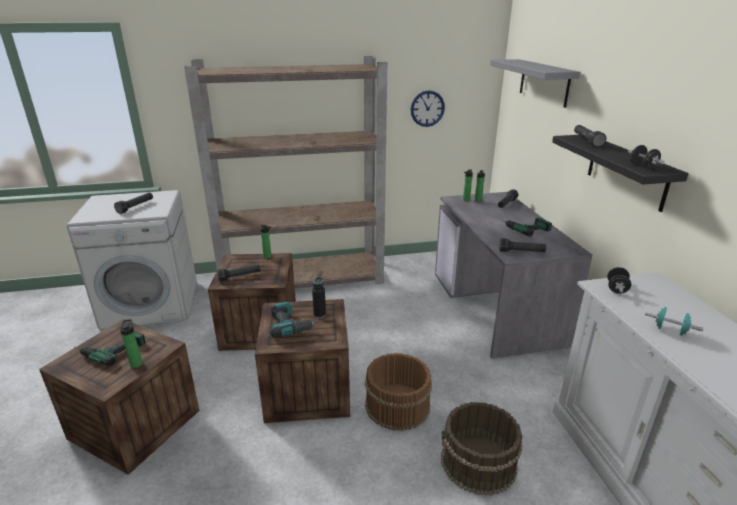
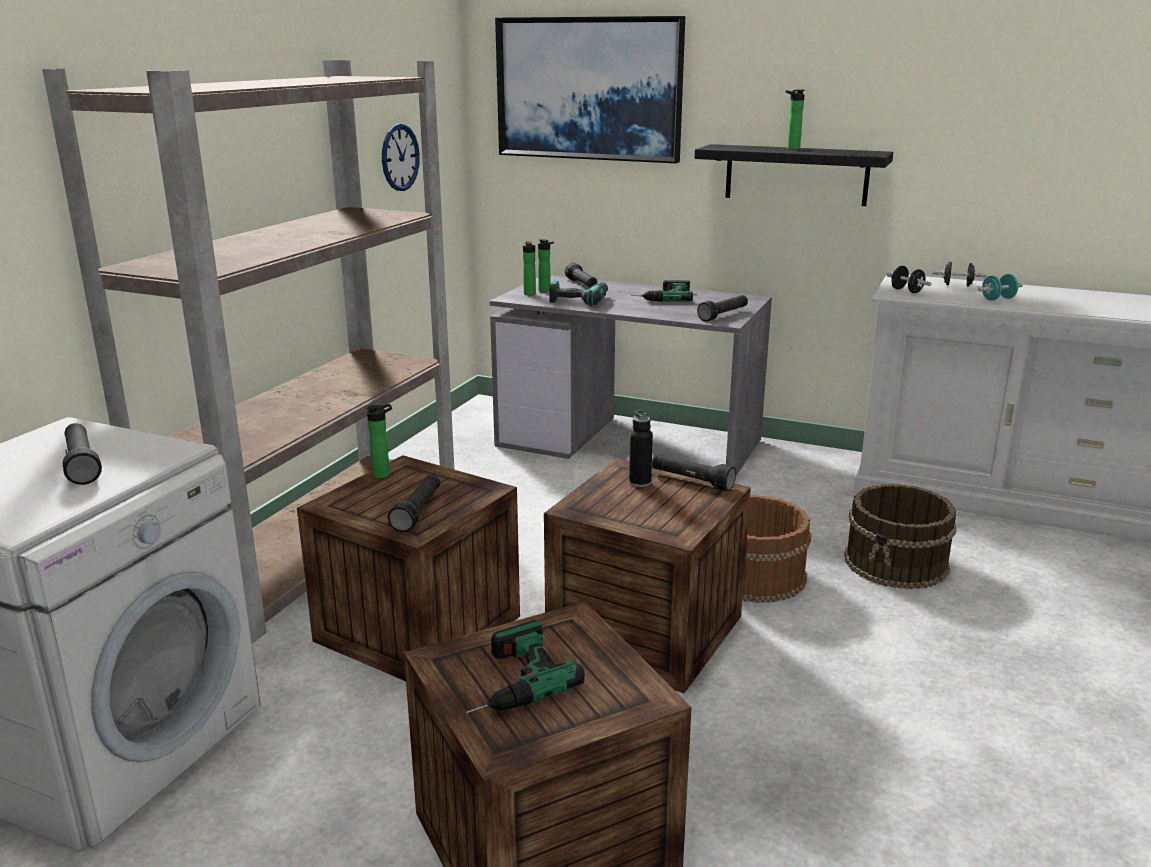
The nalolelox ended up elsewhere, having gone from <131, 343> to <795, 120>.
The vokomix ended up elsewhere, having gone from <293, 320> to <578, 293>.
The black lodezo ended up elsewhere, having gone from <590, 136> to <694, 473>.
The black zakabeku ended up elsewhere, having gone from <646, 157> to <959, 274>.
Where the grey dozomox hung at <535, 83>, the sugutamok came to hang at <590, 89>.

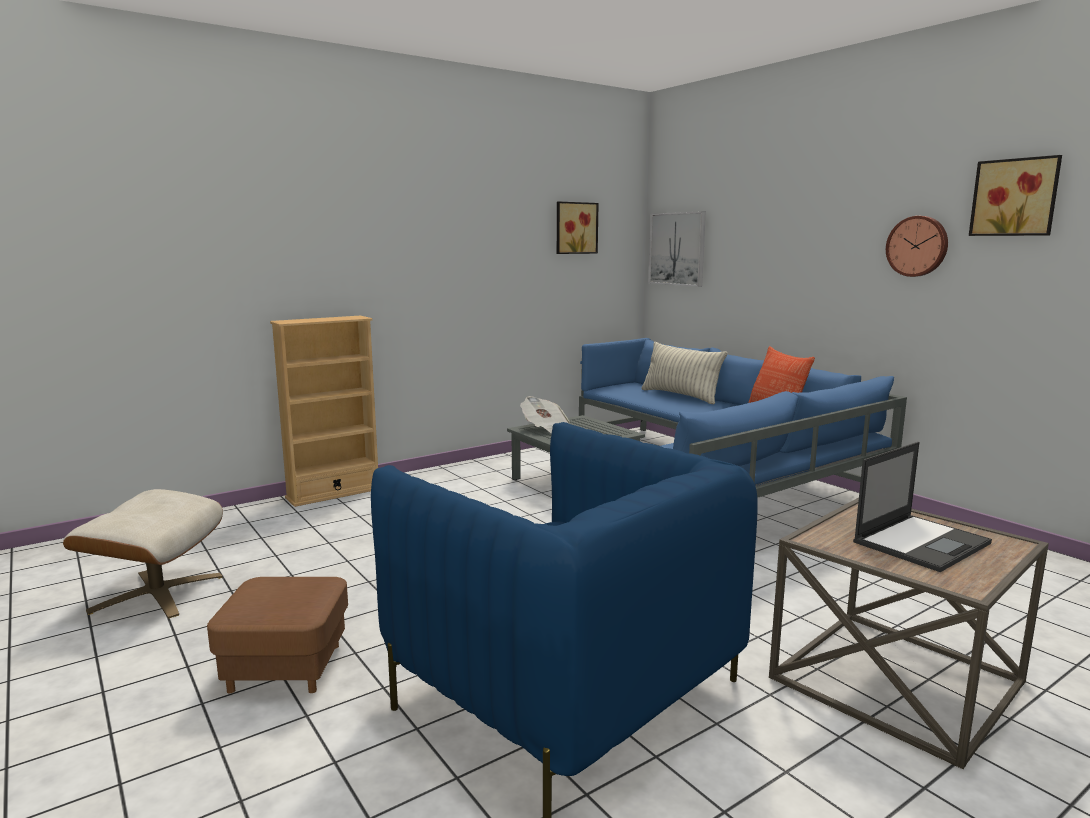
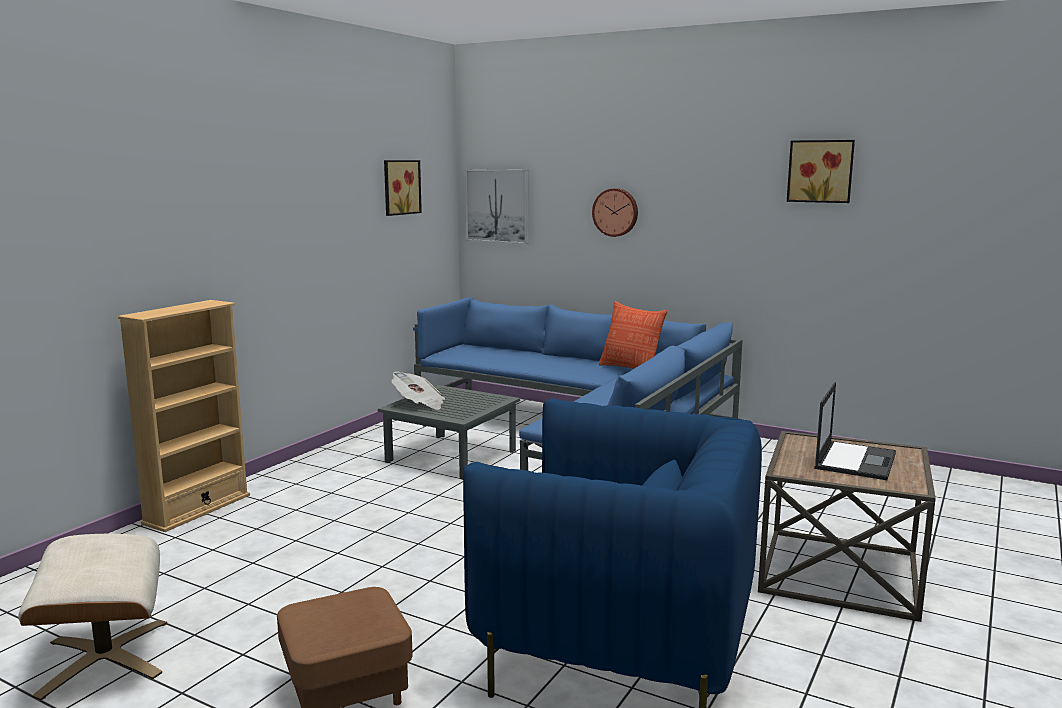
The second view lost the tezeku at <684, 373>.
The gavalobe ended up elsewhere, having gone from <917, 246> to <615, 212>.

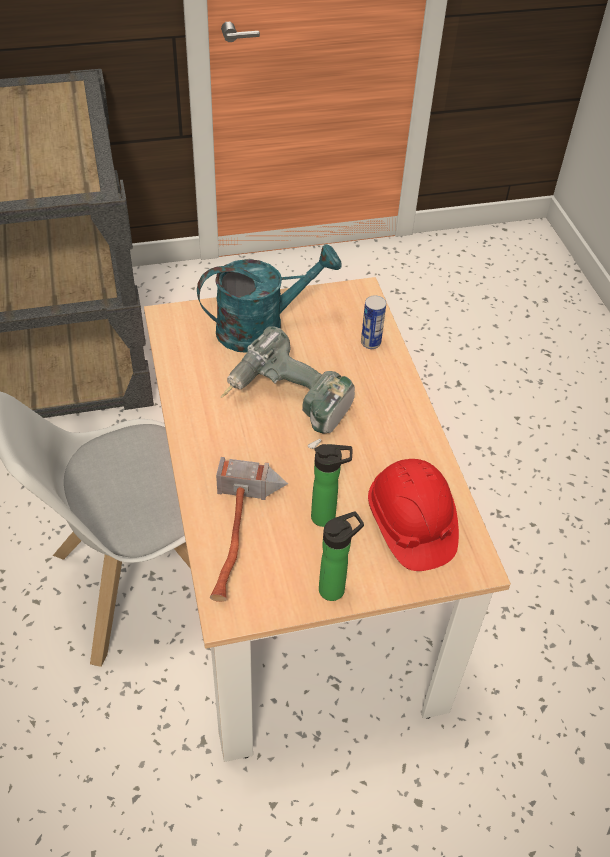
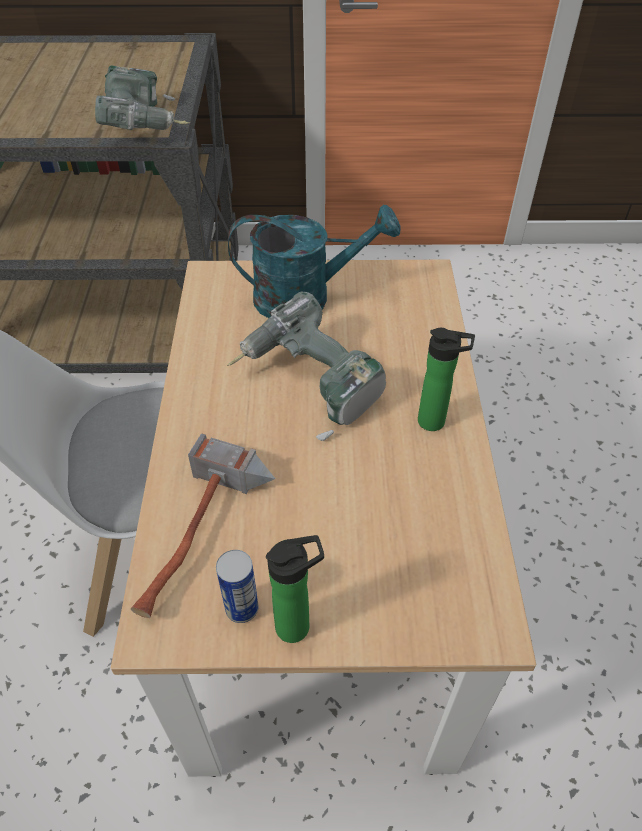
The second view lost the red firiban at <413, 515>.
The second view gained the vokomix at <142, 98>.
The nalolelox ended up elsewhere, having gone from <331, 485> to <446, 379>.
The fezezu ended up elsewhere, having gone from <373, 322> to <237, 586>.

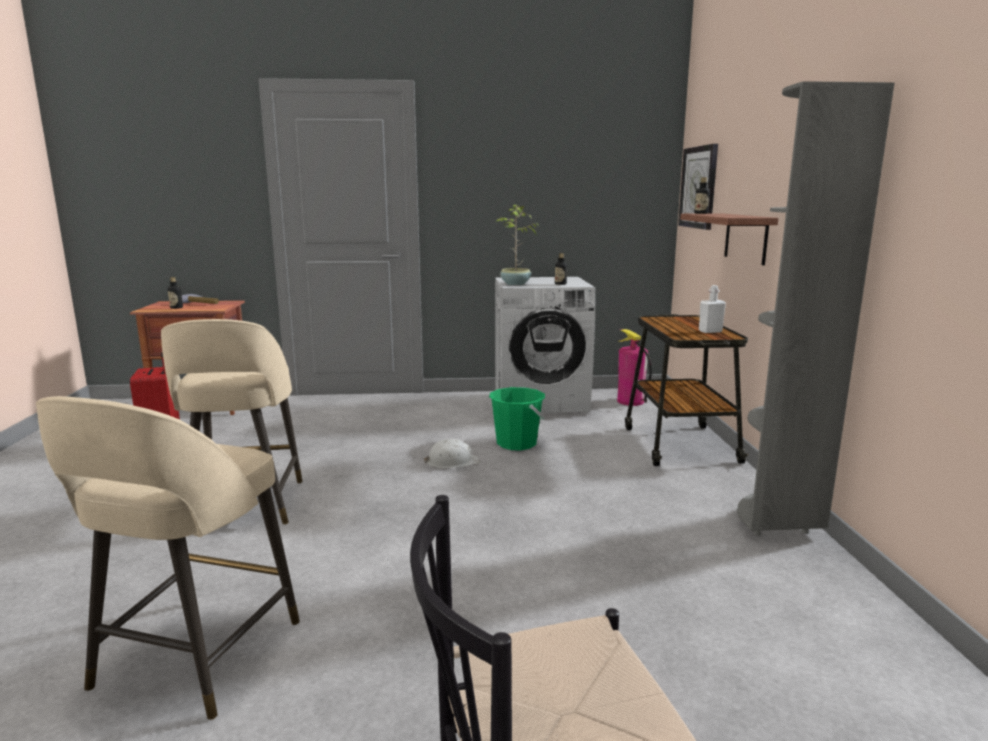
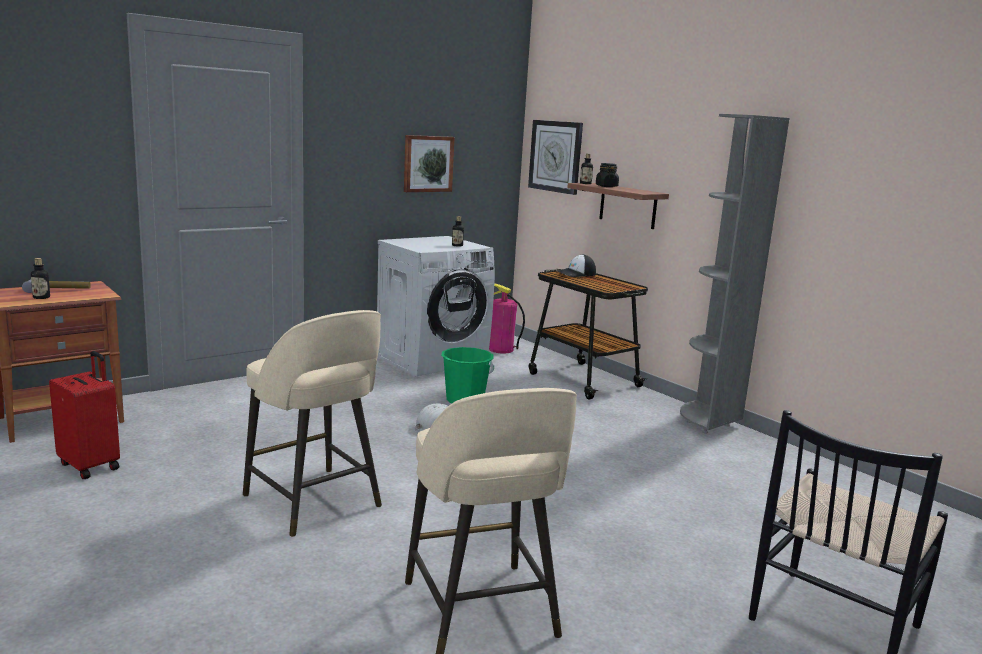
The second view lost the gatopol at <517, 245>.
The second view lost the white nalolelox at <712, 309>.
The second view gained the sugutamok at <429, 163>.
The second view gained the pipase at <576, 265>.
The second view gained the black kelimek at <607, 175>.

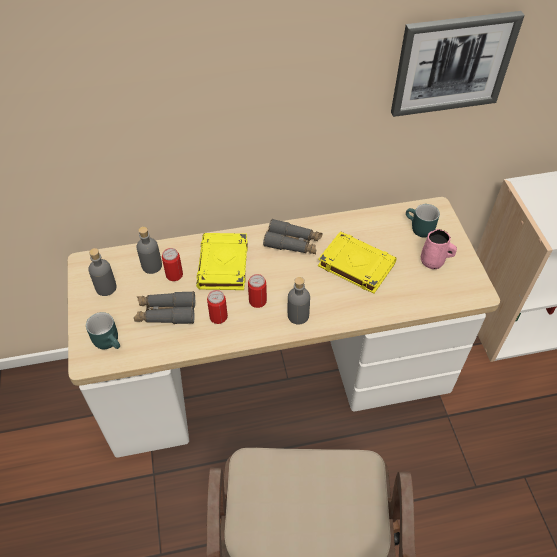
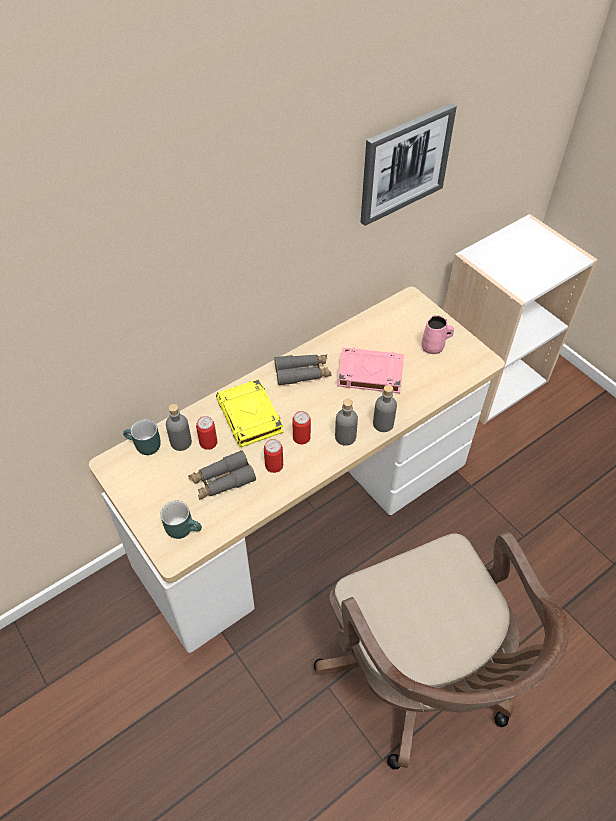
The grey nalolelox ended up elsewhere, having gone from <102, 272> to <385, 408>.
The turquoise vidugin ended up elsewhere, having gone from <423, 220> to <142, 437>.
What was the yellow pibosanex at <357, 262> turned into the pink pibosanex at <370, 370>.

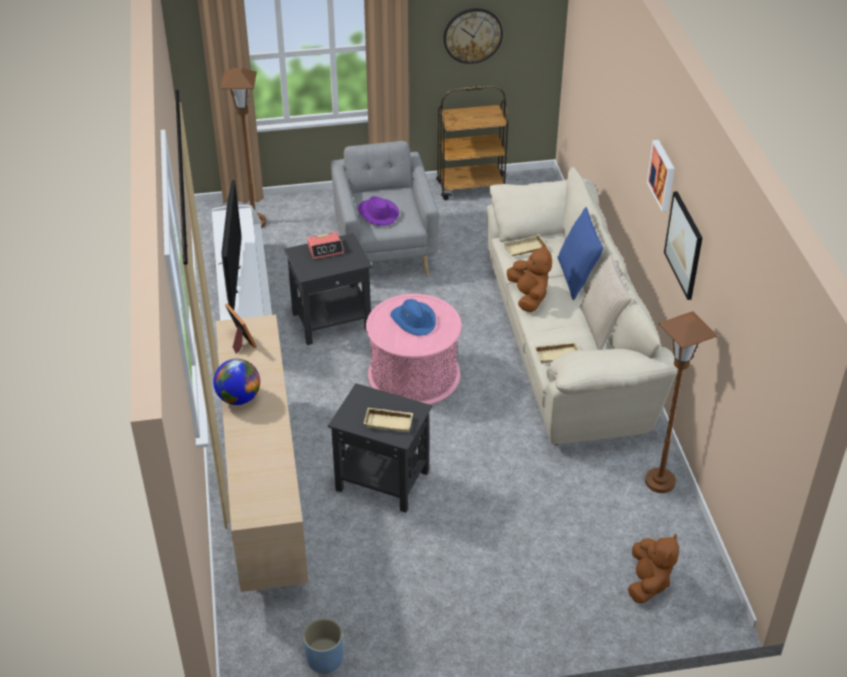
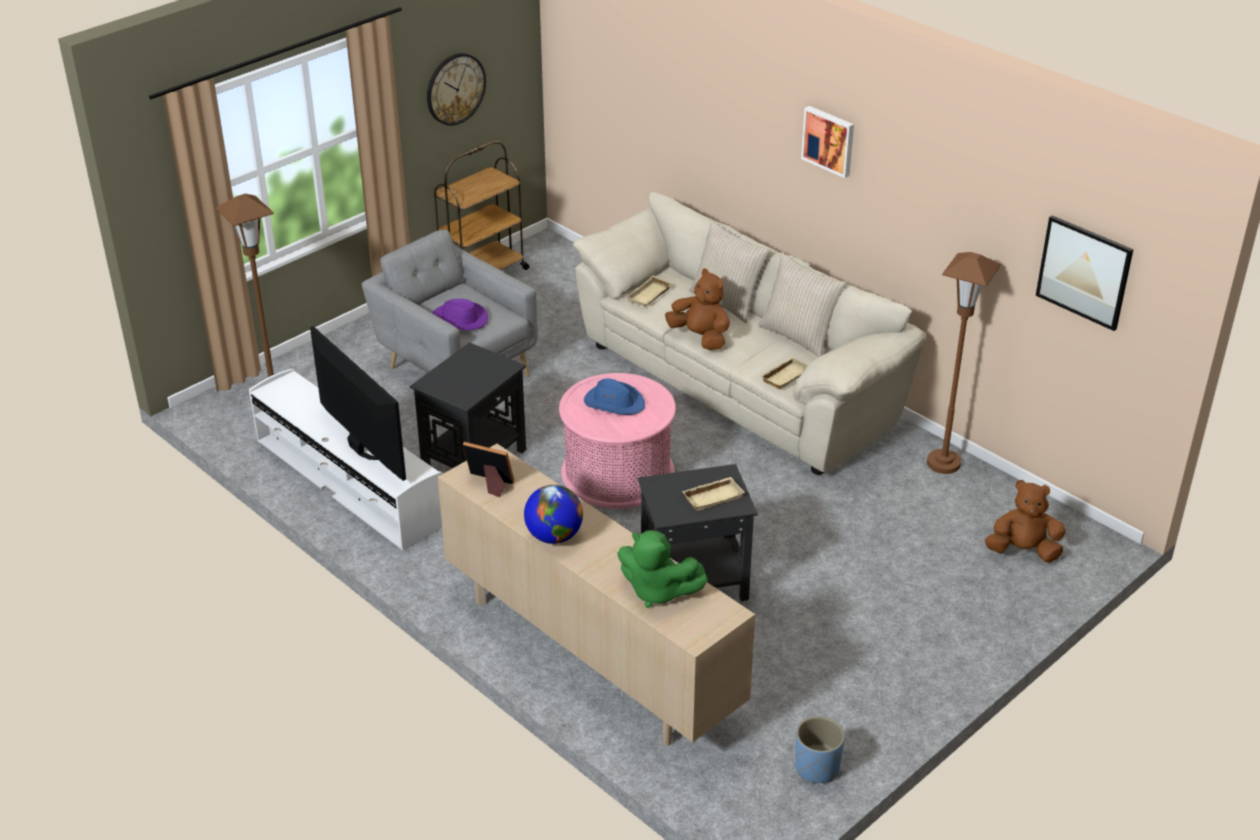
The second view lost the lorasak at <325, 245>.
The second view gained the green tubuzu at <663, 569>.
The sugutamok ended up elsewhere, having gone from <683, 245> to <1084, 273>.
What was the blue tezeku at <580, 253> turned into the beige tezeku at <729, 271>.
The brown tubuzu at <653, 568> ended up facing another way, 60 degrees counterclockwise from before.

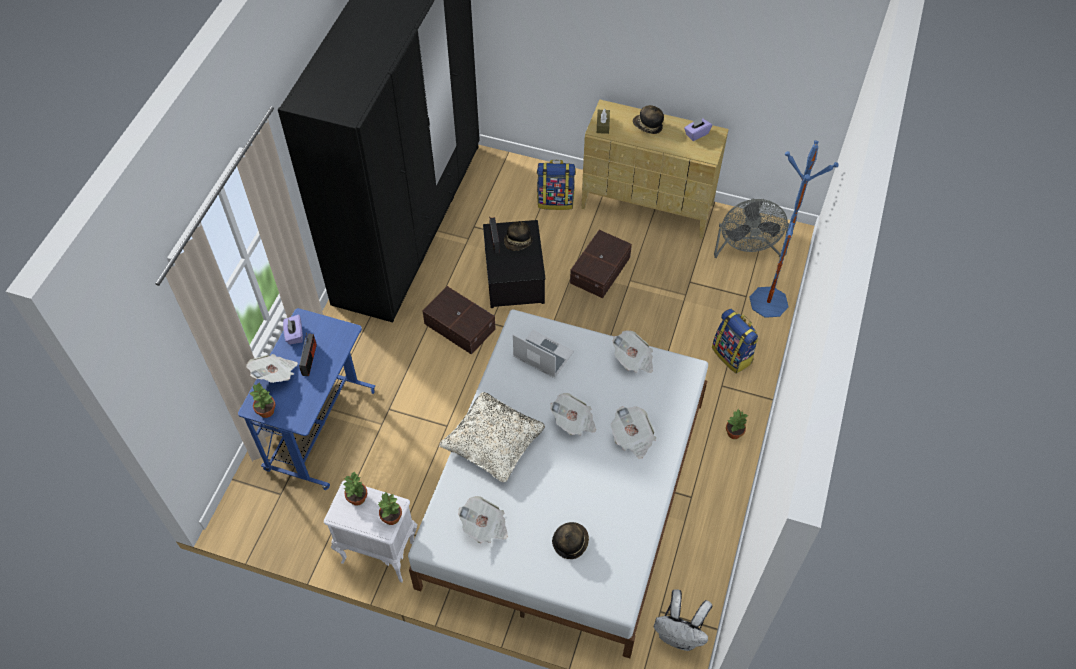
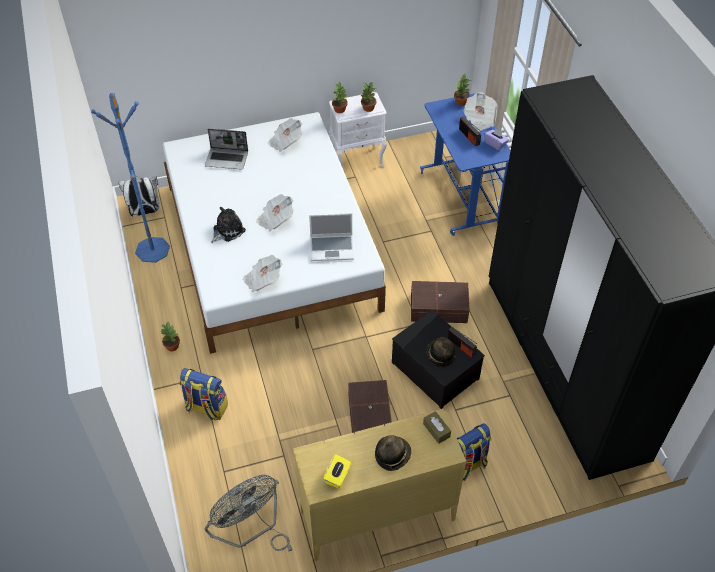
The second view lost the beige tezeku at <492, 437>.
The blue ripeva ended up elsewhere, having gone from <794, 229> to <130, 178>.
Where the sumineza stood at <570, 540>, the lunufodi came to stand at <226, 149>.
Where the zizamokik stood at <633, 432>, the tubuzu came to stand at <228, 225>.
What was the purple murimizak at <698, 129> turned into the yellow murimizak at <337, 471>.

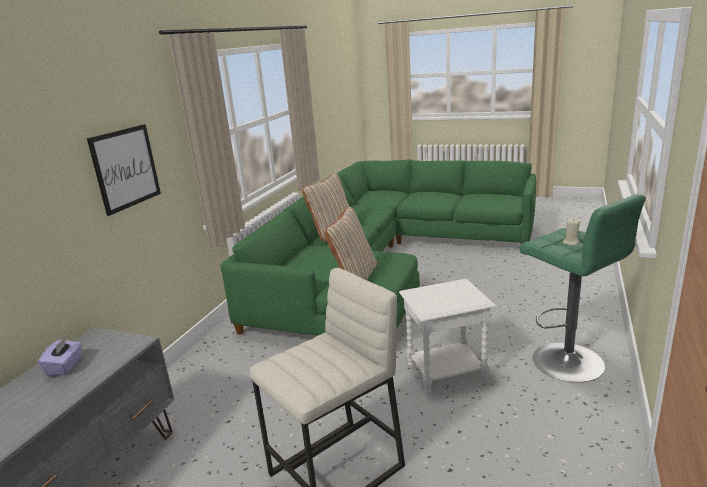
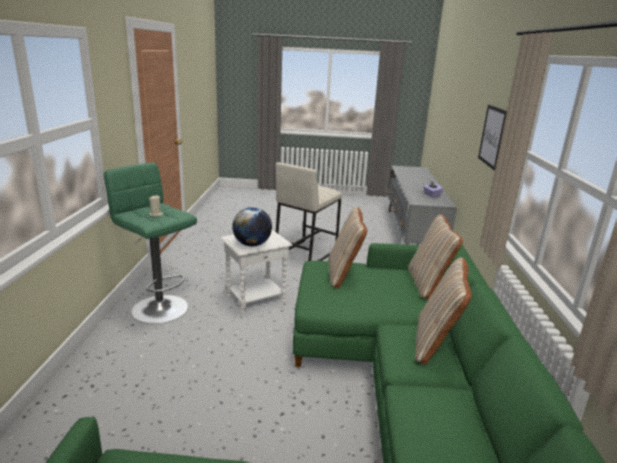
The second view gained the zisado at <252, 226>.
The second view gained the beige tezeku at <435, 257>.

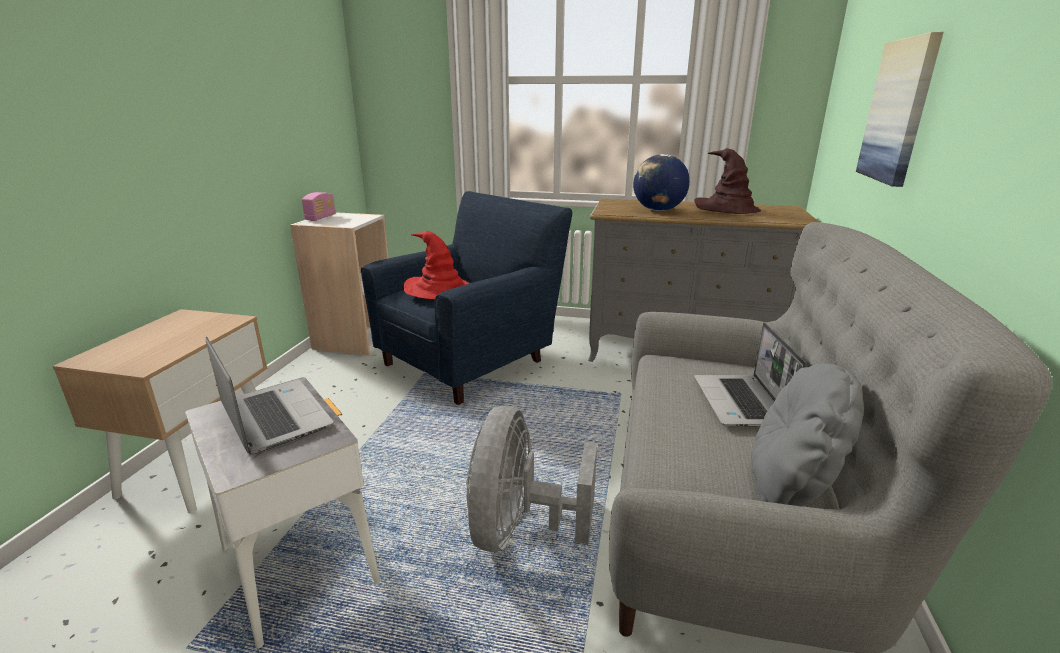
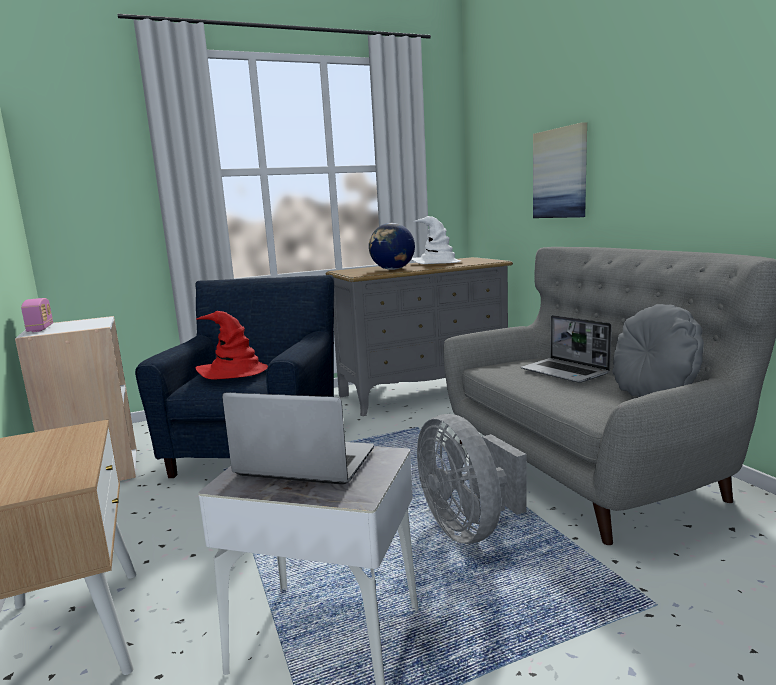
What was the brown sumineza at <727, 181> turned into the white sumineza at <436, 240>.

